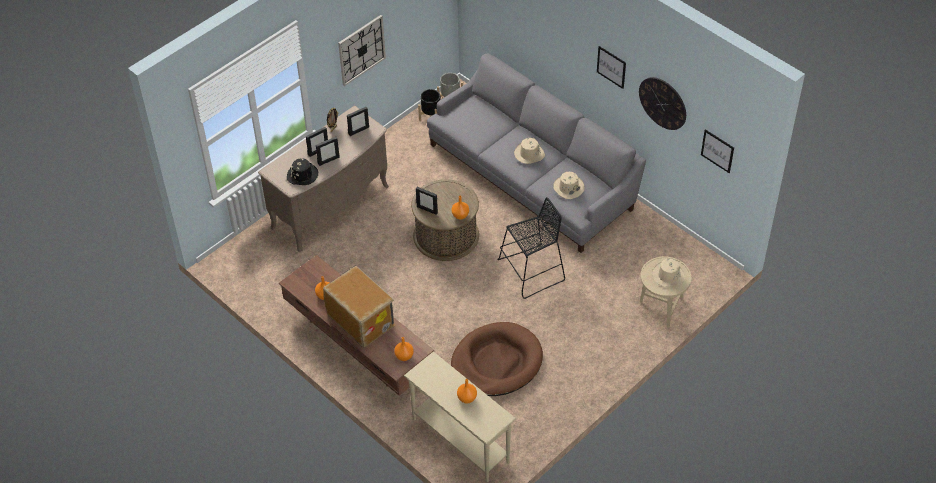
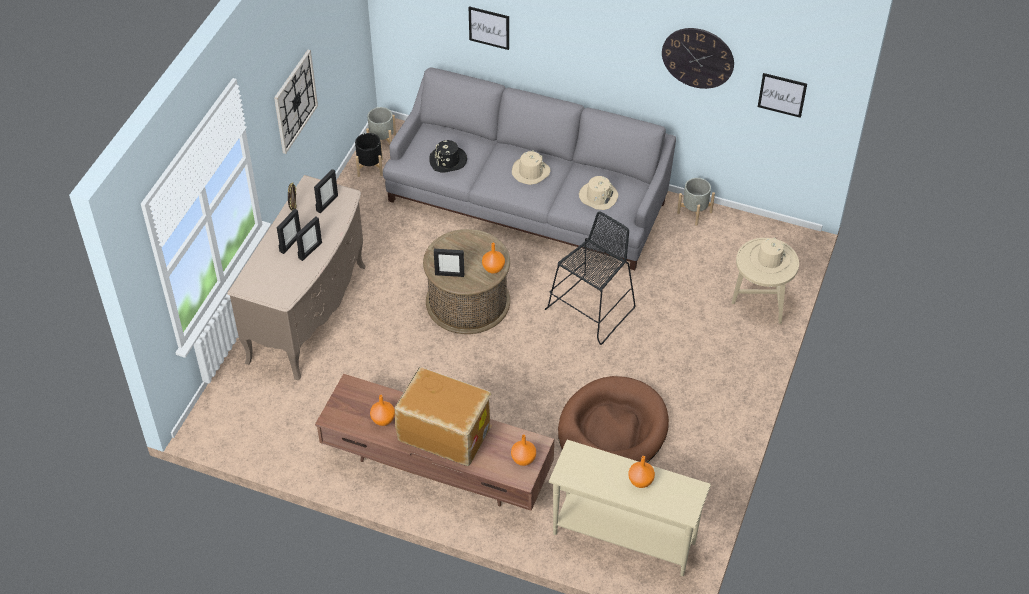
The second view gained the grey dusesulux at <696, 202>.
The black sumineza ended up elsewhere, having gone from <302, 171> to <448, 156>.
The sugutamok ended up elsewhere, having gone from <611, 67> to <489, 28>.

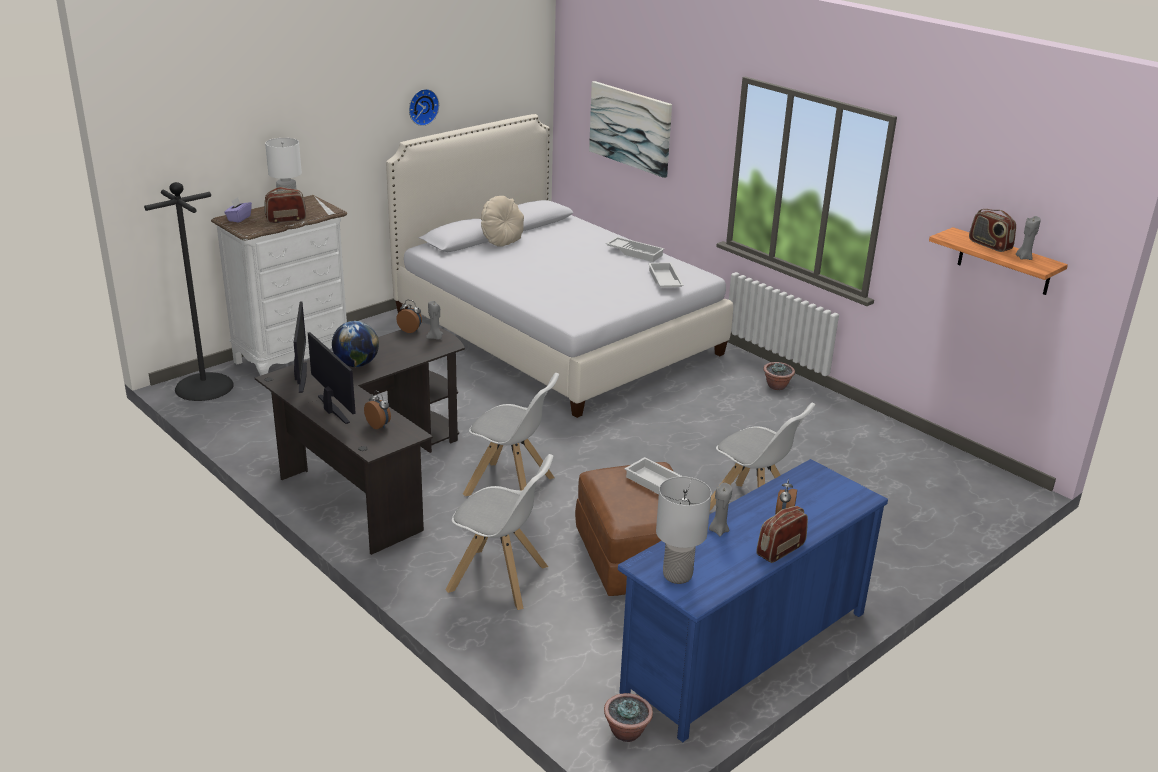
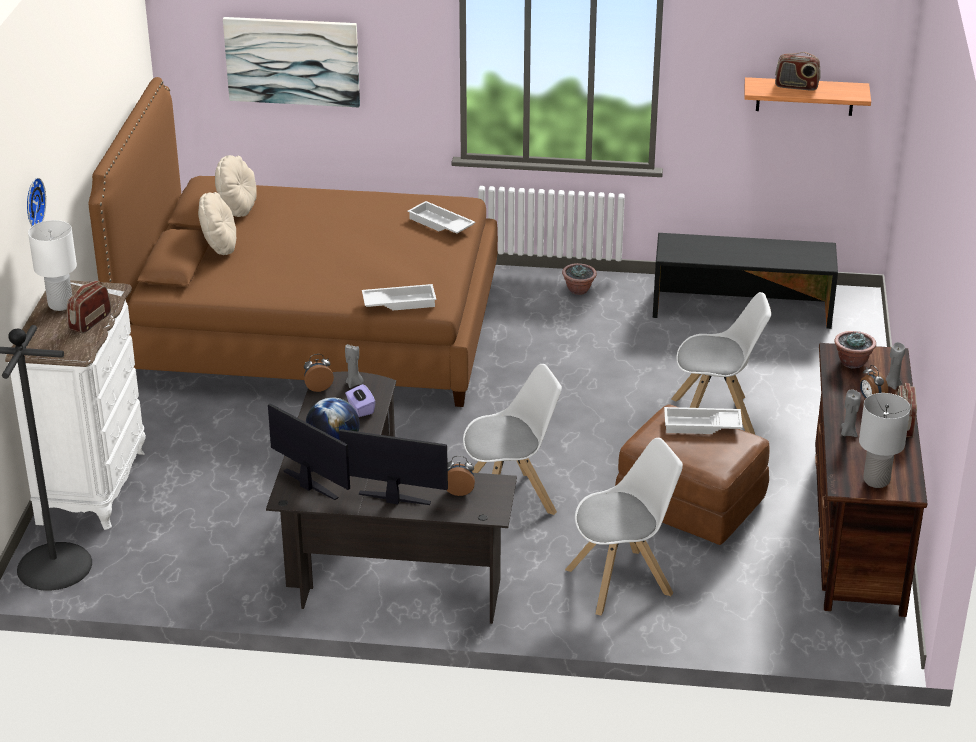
The second view gained the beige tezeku at <236, 186>.
The second view gained the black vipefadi at <745, 281>.
The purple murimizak ended up elsewhere, having gone from <238, 210> to <360, 400>.
The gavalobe ended up elsewhere, having gone from <424, 107> to <36, 201>.
The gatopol ended up elsewhere, having gone from <628, 717> to <855, 350>.
The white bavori ended up elsewhere, having gone from <635, 249> to <399, 297>.
The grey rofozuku ended up elsewhere, having gone from <1028, 238> to <895, 366>.
What was the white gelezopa at <559, 266> turned into the brown gelezopa at <293, 242>.
What was the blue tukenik at <753, 600> turned into the brown tukenik at <871, 480>.

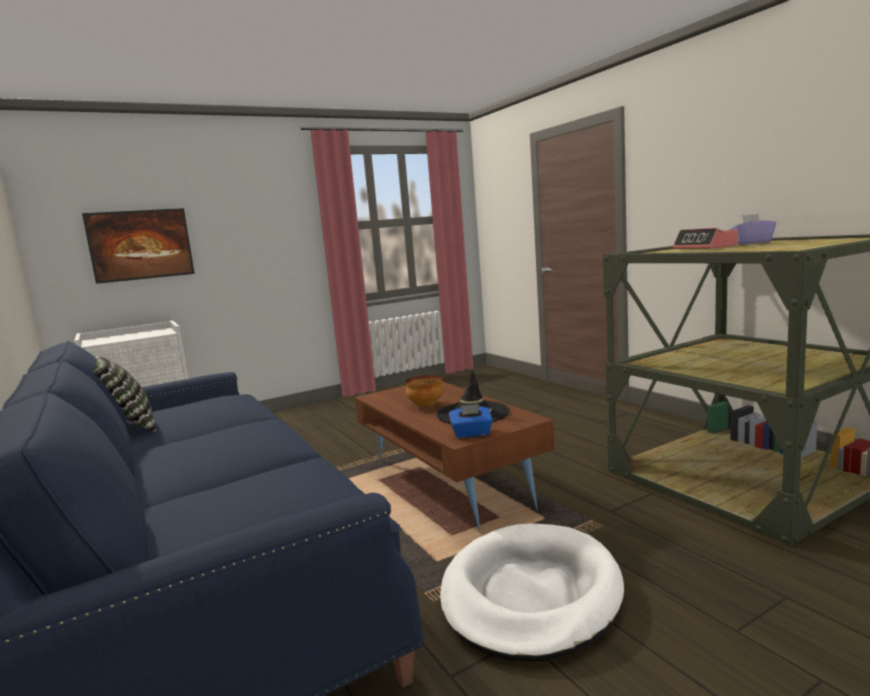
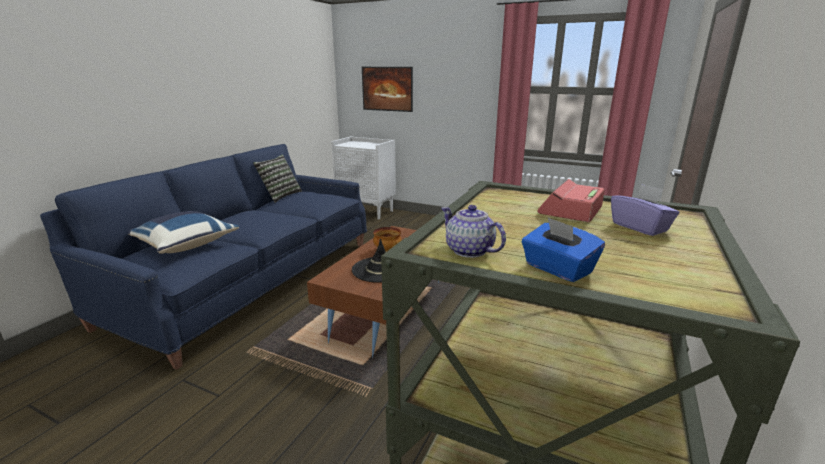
The second view lost the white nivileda at <532, 592>.
The second view gained the blue tezeku at <183, 232>.
The second view gained the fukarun at <473, 231>.
The blue murimizak ended up elsewhere, having gone from <471, 421> to <563, 249>.

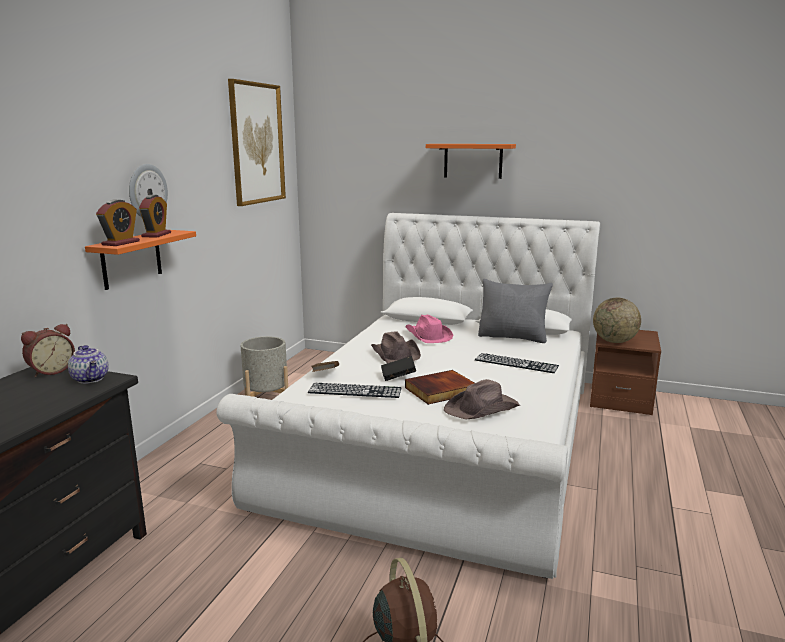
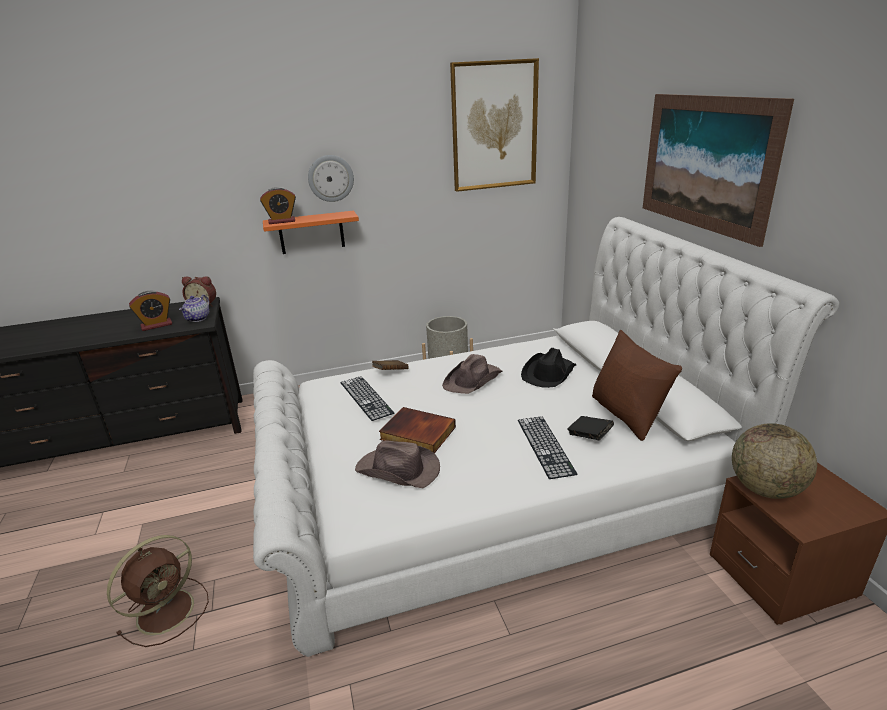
The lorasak ended up elsewhere, having gone from <155, 216> to <150, 311>.
The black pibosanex ended up elsewhere, having gone from <398, 368> to <590, 428>.
Where the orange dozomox hung at <471, 161>, the sugutamok came to hang at <718, 170>.
What was the pink sumineza at <429, 329> turned into the black sumineza at <548, 368>.
What was the grey tezeku at <515, 311> turned into the brown tezeku at <637, 385>.

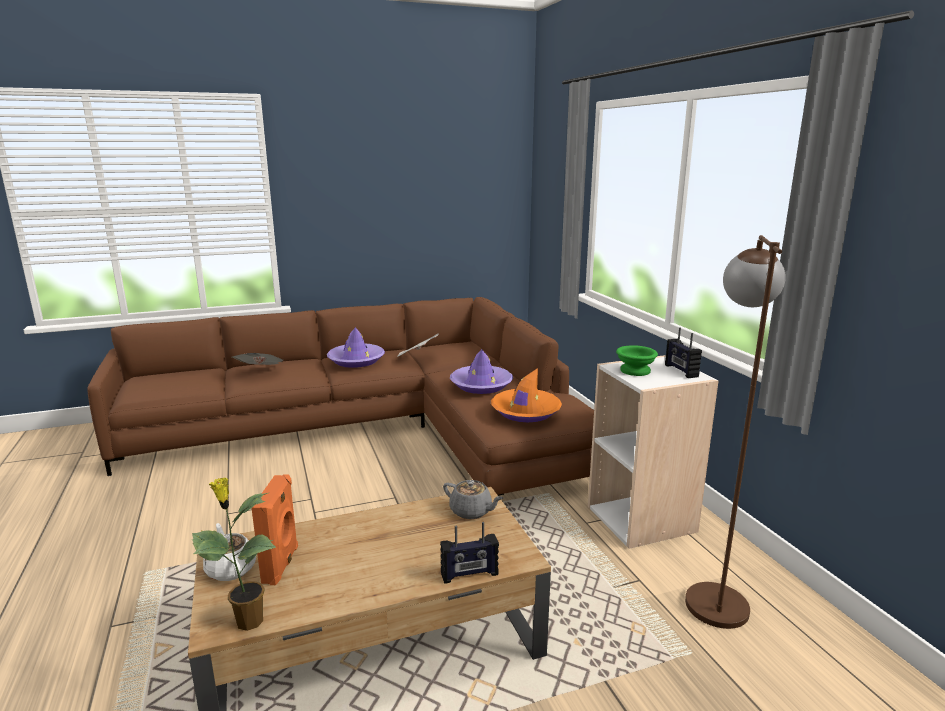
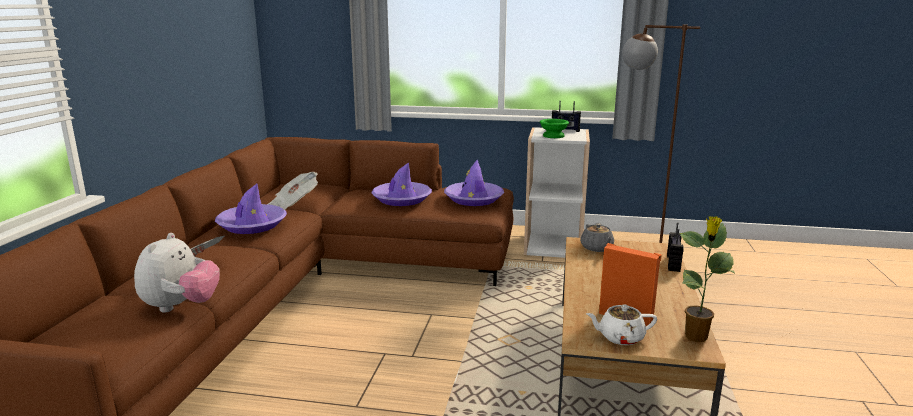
The second view gained the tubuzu at <177, 273>.
What was the orange sumineza at <526, 395> turned into the purple sumineza at <474, 183>.
The grey fukarun at <473, 499> ended up facing another way, 105 degrees clockwise from before.

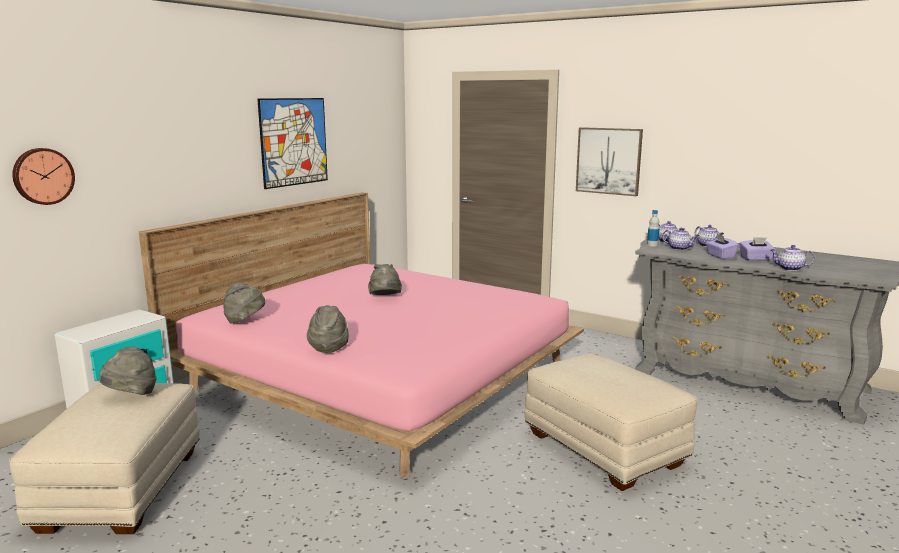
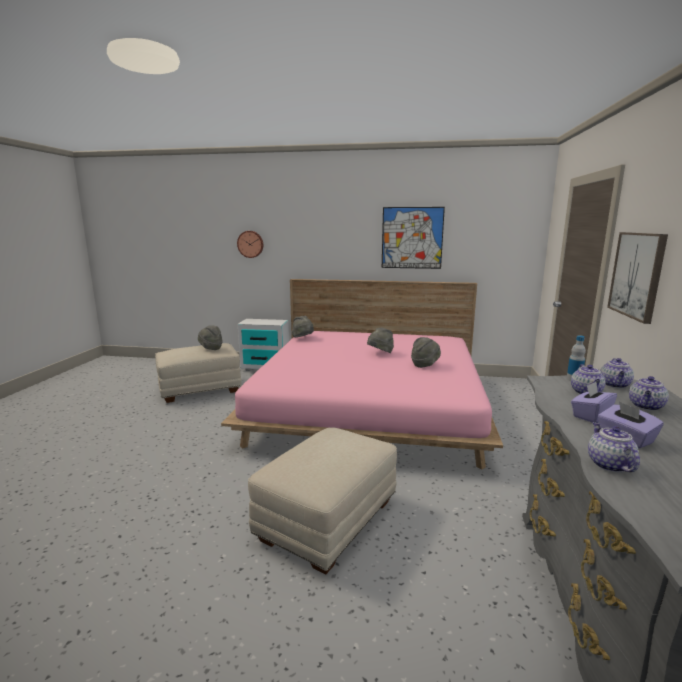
The grey sumineza ended up elsewhere, having gone from <328, 329> to <426, 352>.

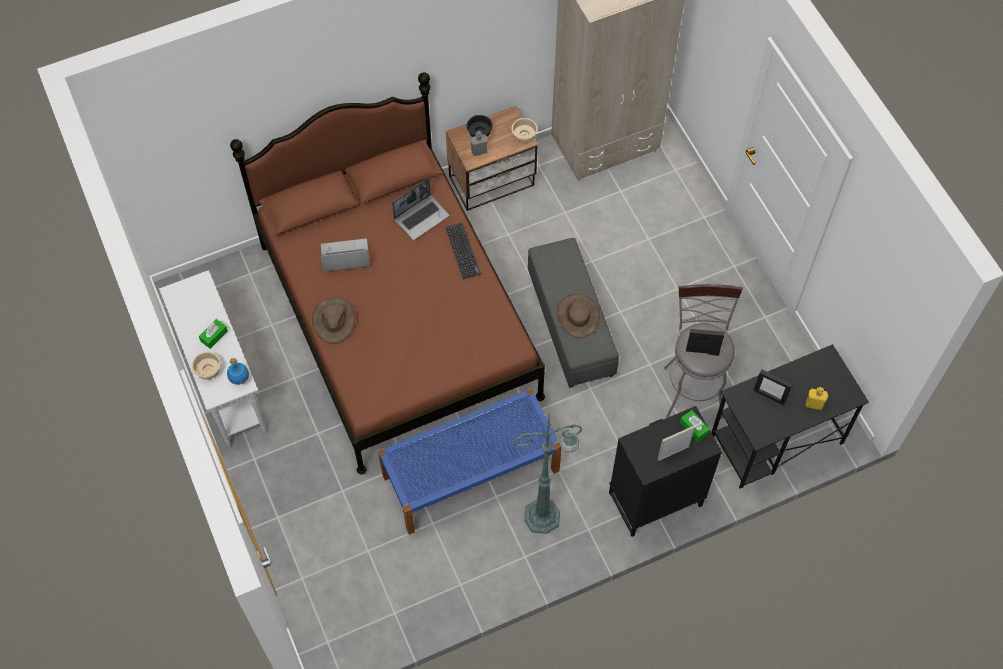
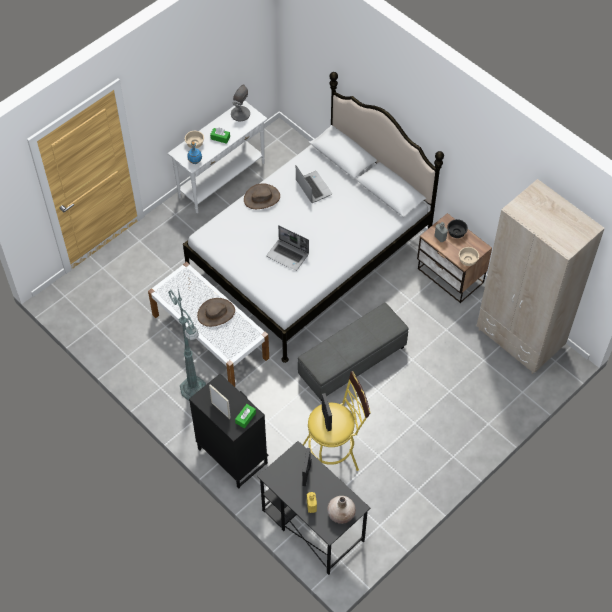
The second view lost the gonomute at <463, 251>.
The second view gained the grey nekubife at <240, 103>.
The second view gained the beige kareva at <341, 510>.
The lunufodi ended up elsewhere, having gone from <421, 209> to <288, 248>.
The brown sumineza ended up elsewhere, having gone from <578, 316> to <216, 312>.
What was the brown gelezopa at <387, 273> turned into the white gelezopa at <313, 217>.
What was the blue vipefadi at <470, 461> turned into the white vipefadi at <208, 324>.
What was the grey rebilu at <703, 351> turned into the yellow rebilu at <337, 421>.

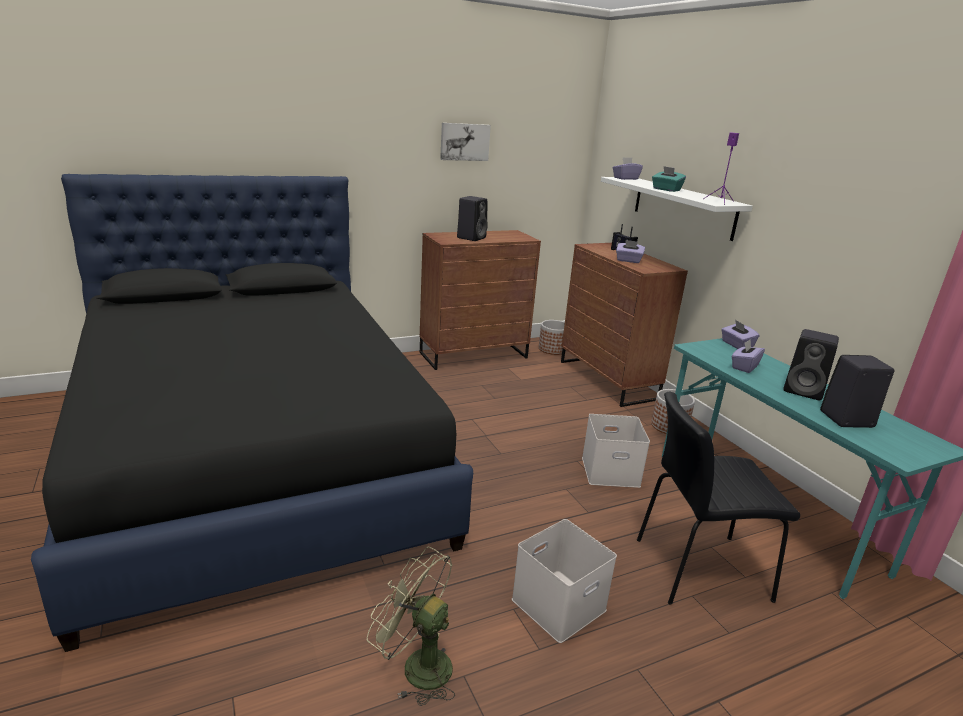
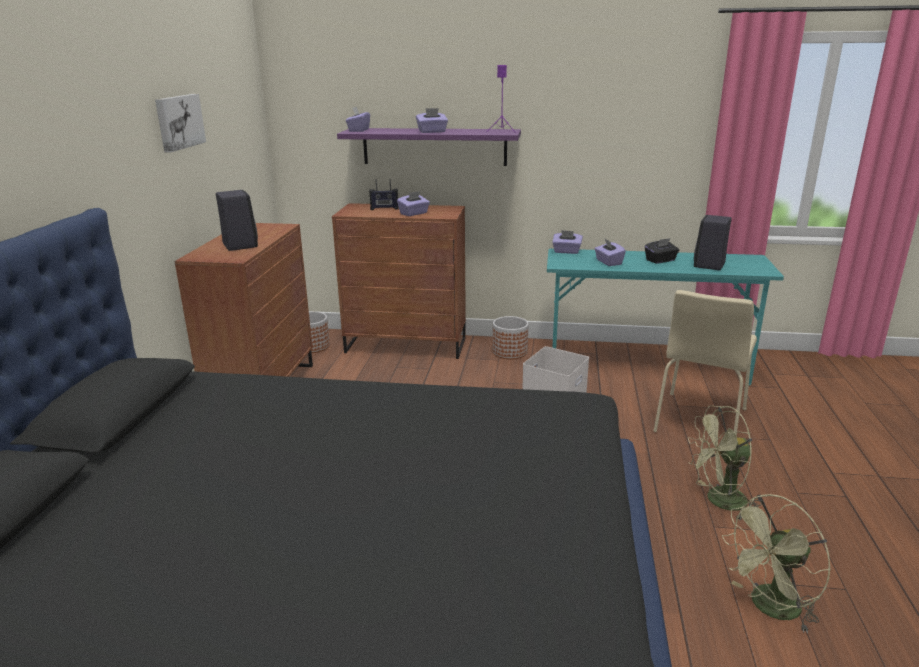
Where the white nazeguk stood at <564, 581>, the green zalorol came to stand at <725, 463>.
Where the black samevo stood at <811, 364>, the black murimizak came to stand at <662, 251>.
What was the white dozomox at <677, 209> turned into the purple dozomox at <429, 147>.
What was the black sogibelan at <718, 498> turned into the beige sogibelan at <705, 363>.
What was the turquoise murimizak at <669, 179> turned into the purple murimizak at <432, 120>.

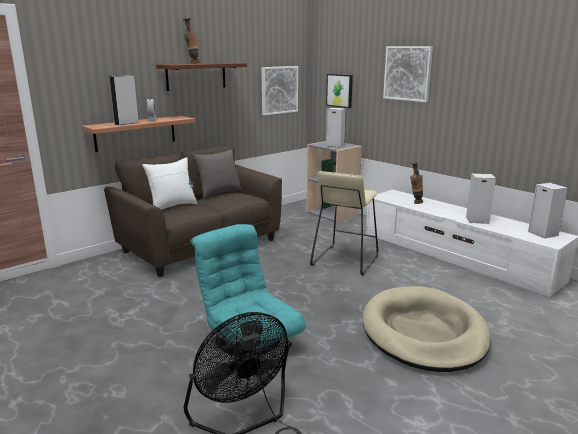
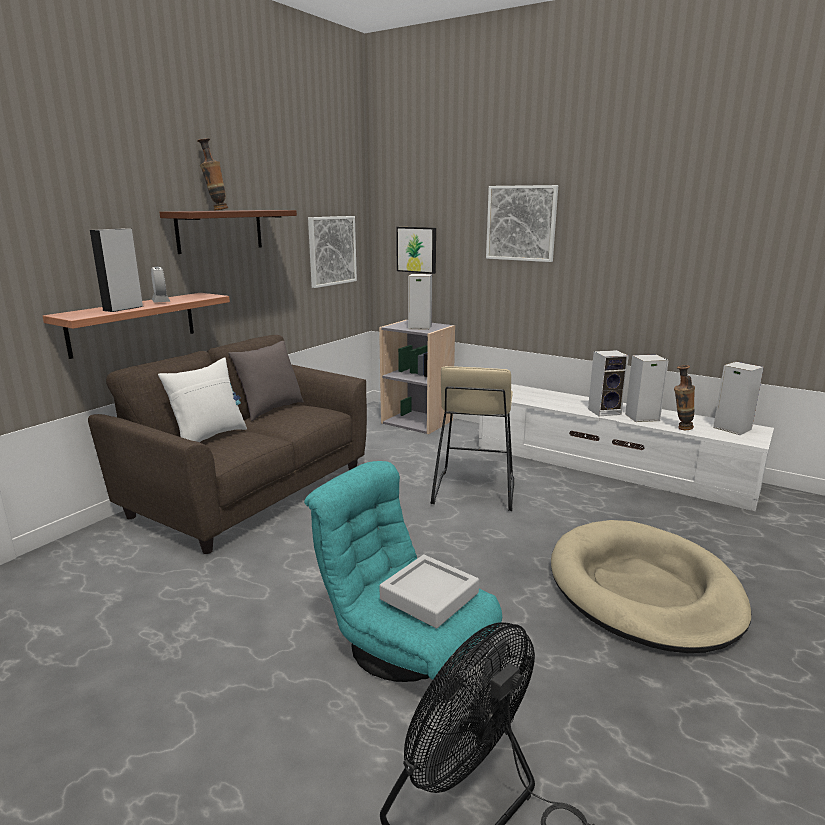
The second view gained the grey bavori at <429, 592>.
The second view gained the samevo at <608, 383>.
The kareva ended up elsewhere, having gone from <416, 183> to <684, 397>.

